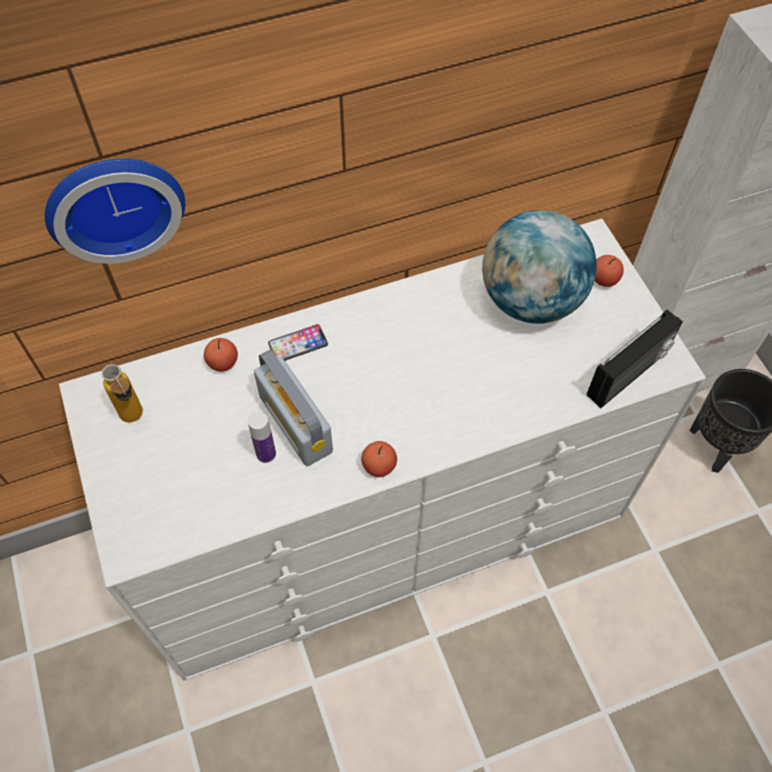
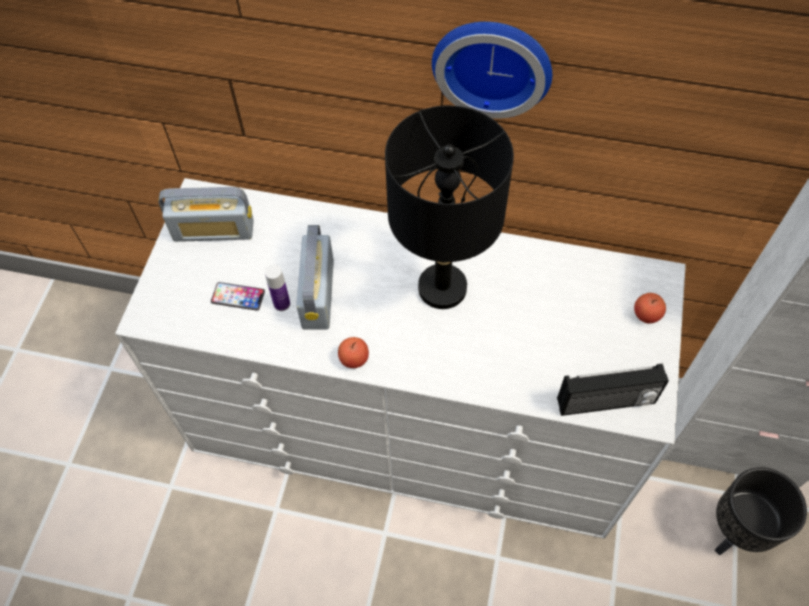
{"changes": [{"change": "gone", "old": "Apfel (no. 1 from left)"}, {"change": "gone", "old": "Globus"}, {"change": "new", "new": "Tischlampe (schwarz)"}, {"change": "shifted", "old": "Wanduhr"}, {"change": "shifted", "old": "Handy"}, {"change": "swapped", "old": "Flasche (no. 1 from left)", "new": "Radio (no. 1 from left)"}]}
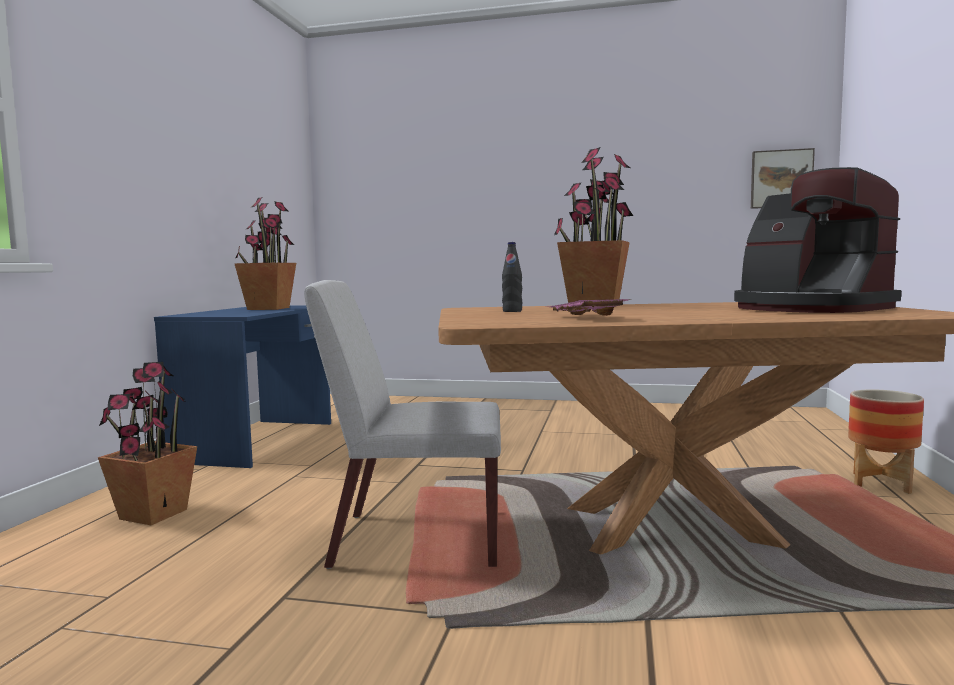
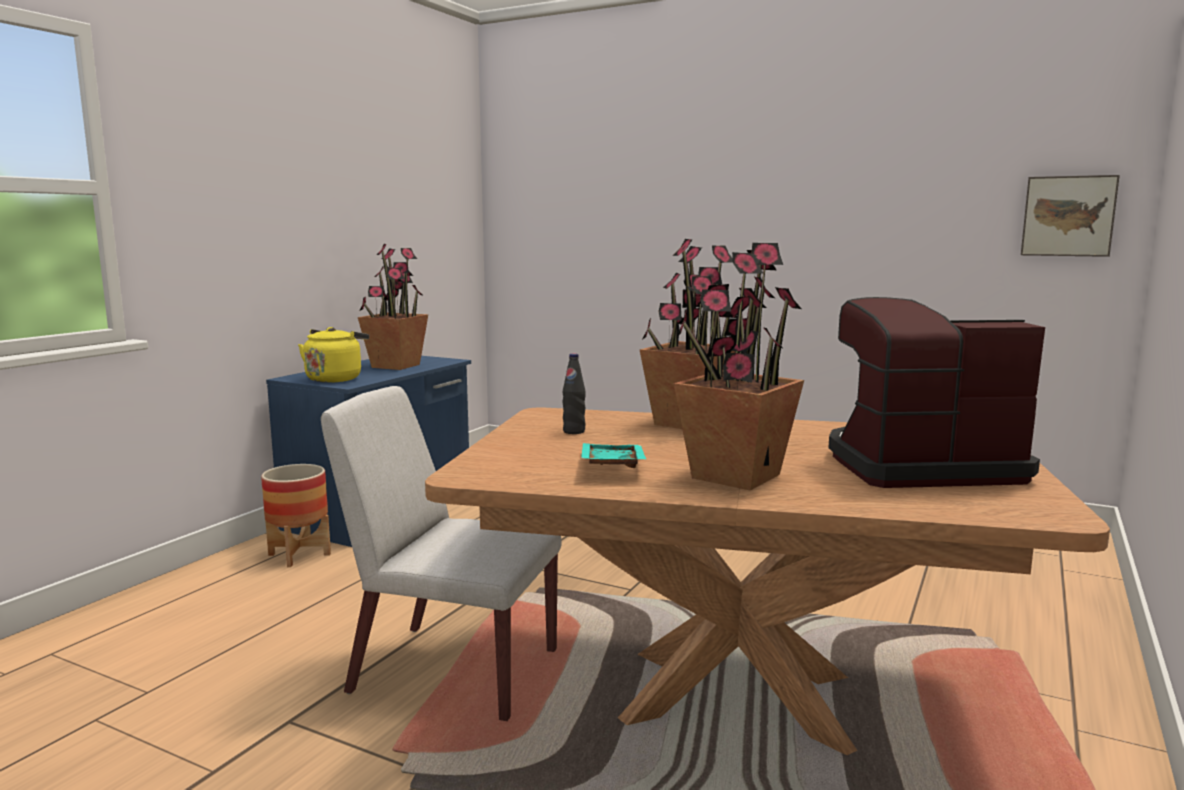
{"changes": [{"change": "new", "new": "Wasserkessel (gelb)"}, {"change": "shifted", "old": "Topfpflanze (no. 1 from left in the first image)", "new": "Topfpflanze (no. 3 from left)"}, {"change": "shifted", "old": "Pflanzkübel"}, {"change": "repainted", "old": "Tablett (rosa)", "new": "Tablett (türkis)"}, {"change": "rotated", "old": "Kaffeemaschine", "degrees": 105}]}
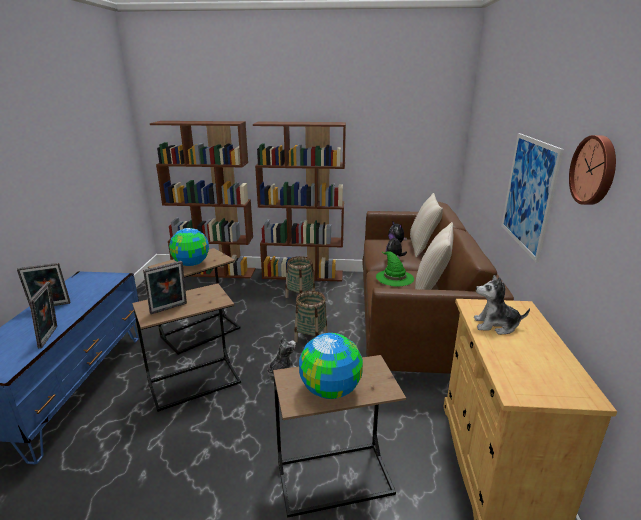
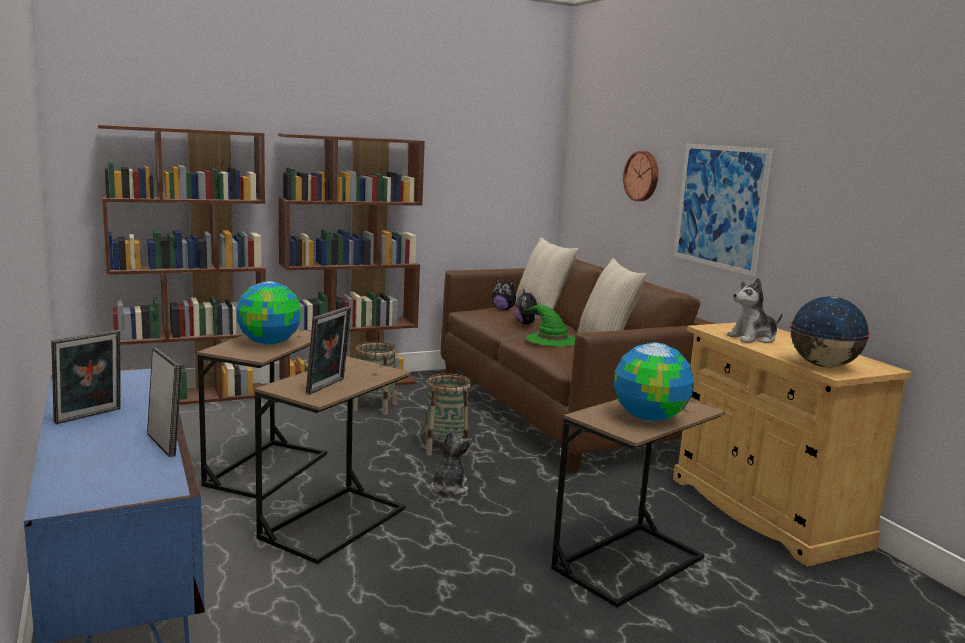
{"changes": [{"change": "new", "new": "Globus (no. 3 from left)"}, {"change": "shifted", "old": "Wanduhr"}]}
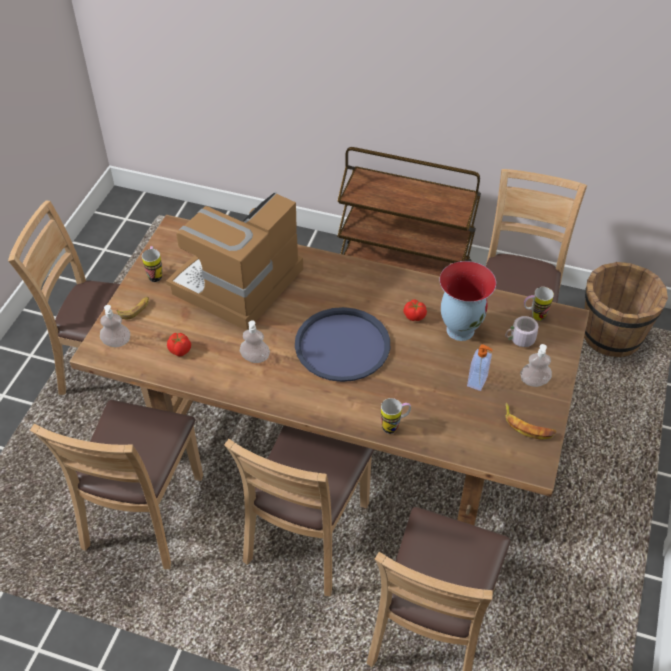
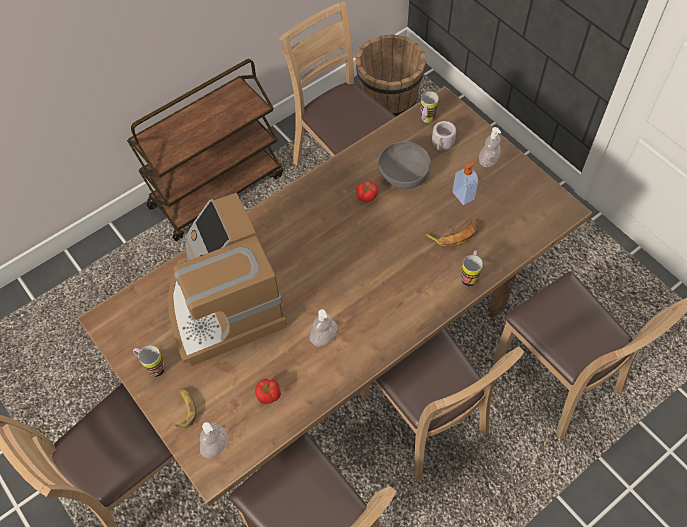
{"changes": [{"change": "gone", "old": "Tablett (blau)"}, {"change": "shifted", "old": "Banane (no. 2 from left)"}, {"change": "swapped", "old": "Vase", "new": "Schüssel (grau)"}]}
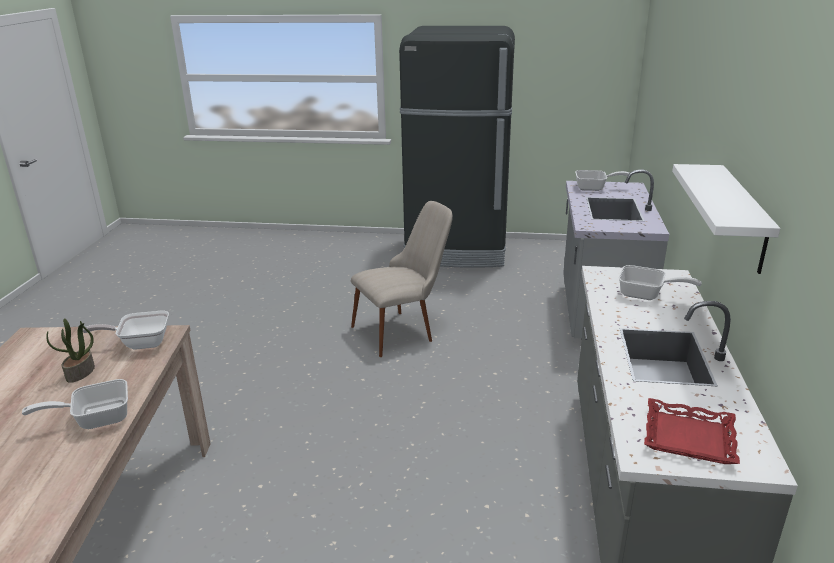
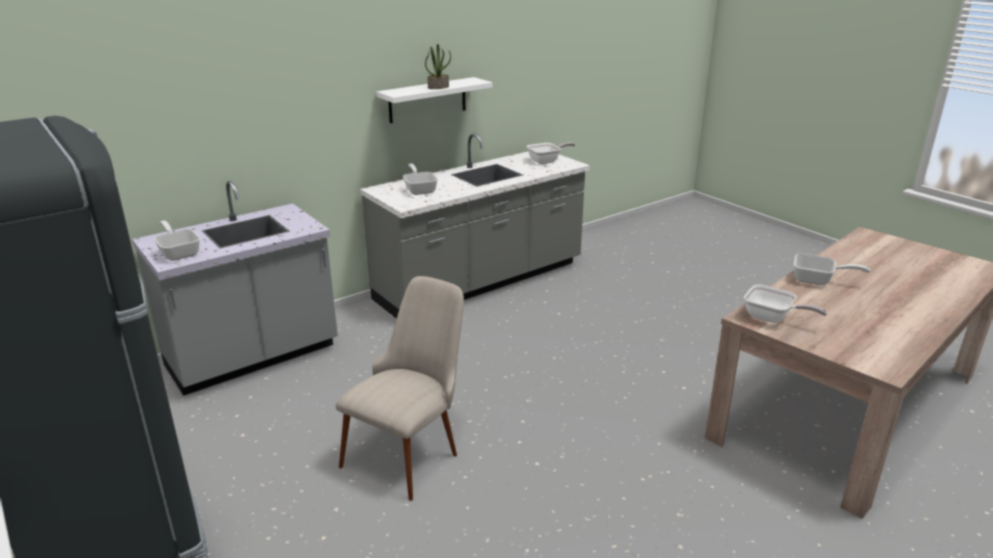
{"changes": [{"change": "shifted", "old": "Topfpflanze"}, {"change": "swapped", "old": "Tablett (rot)", "new": "Pfanne (no. 3 from left)"}, {"change": "rotated", "old": "Stuhl (beige)", "degrees": 105}]}
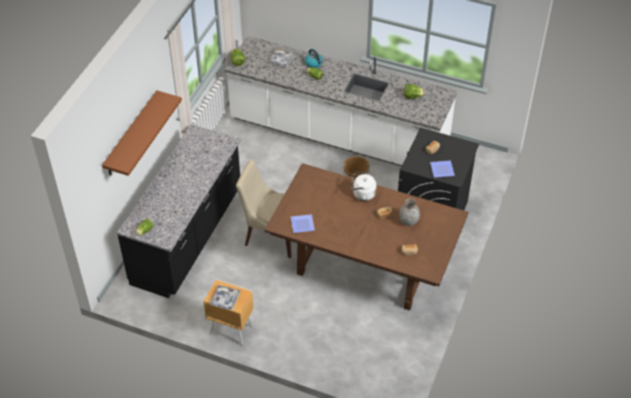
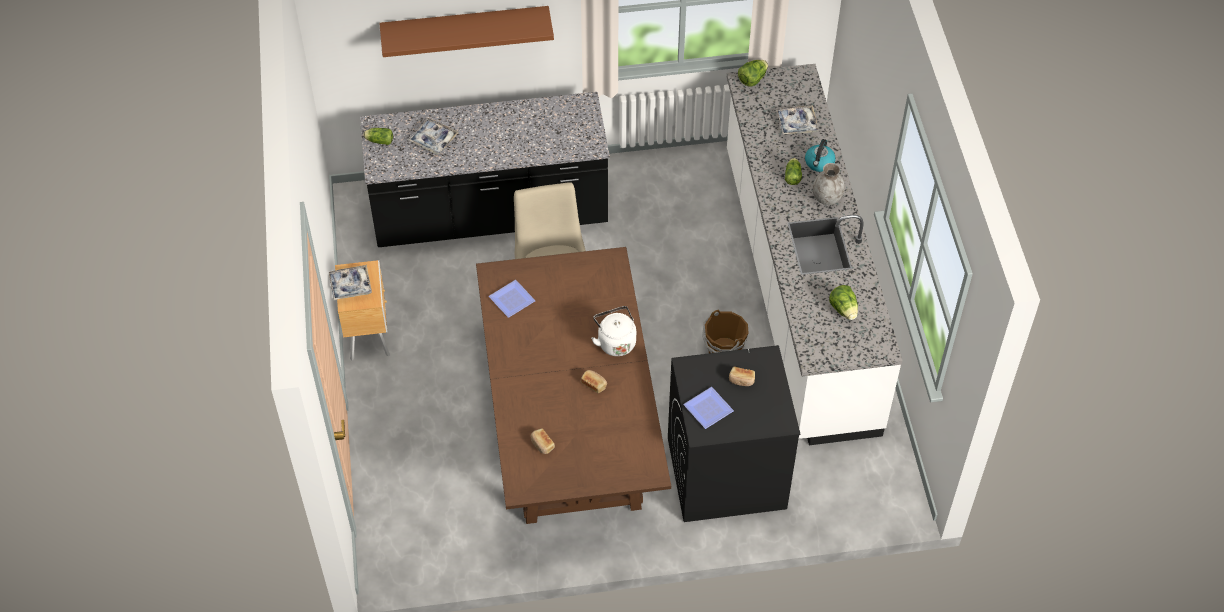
{"changes": [{"change": "new", "new": "Tablett (no. 2 from left)"}, {"change": "shifted", "old": "Vase (grau)"}]}
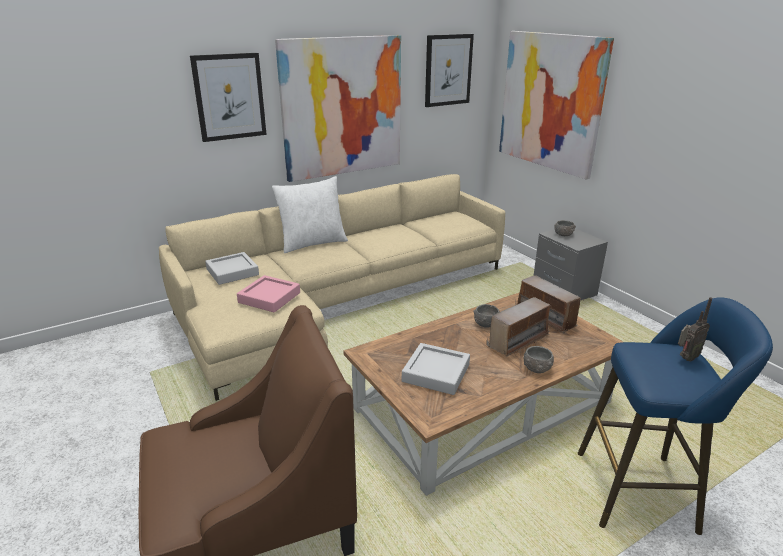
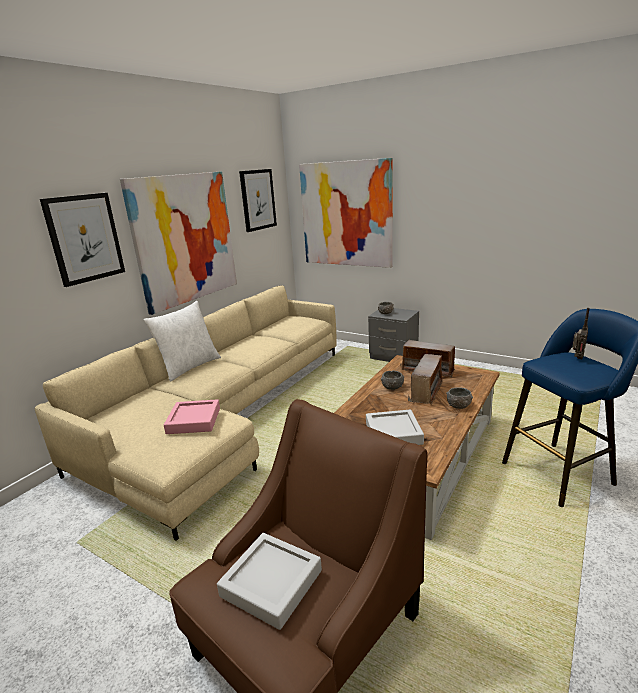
{"changes": [{"change": "shifted", "old": "Tablett (grau) (no. 1 from left)"}]}
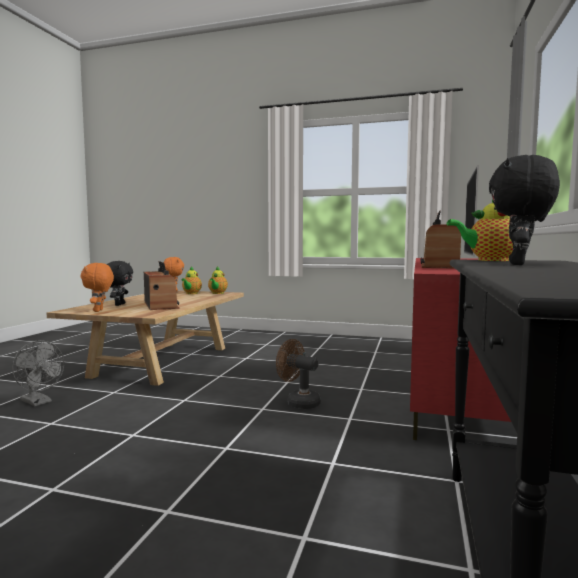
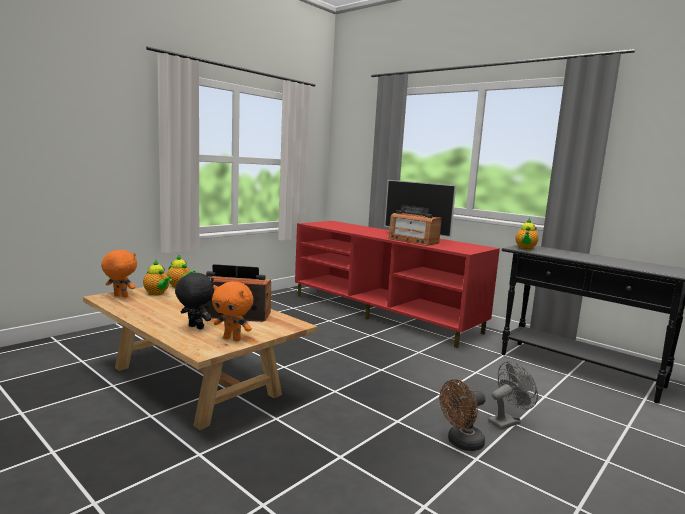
{"changes": [{"change": "gone", "old": "Plüschtier (schwarz) (no. 2 from left)"}, {"change": "shifted", "old": "Ventilator (grau)"}, {"change": "shifted", "old": "Ventilator (braun)"}]}
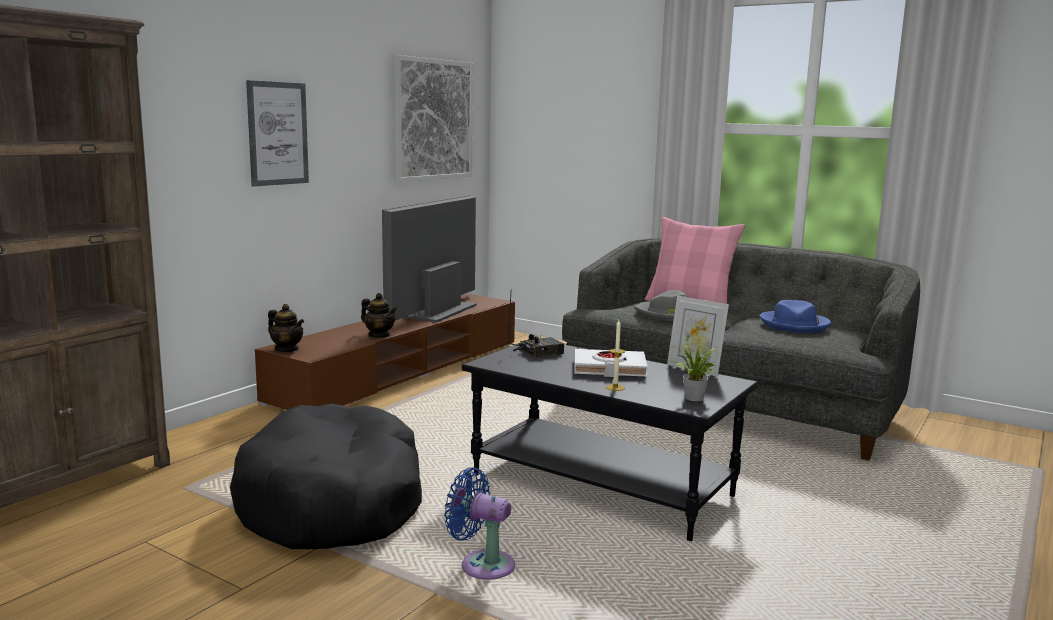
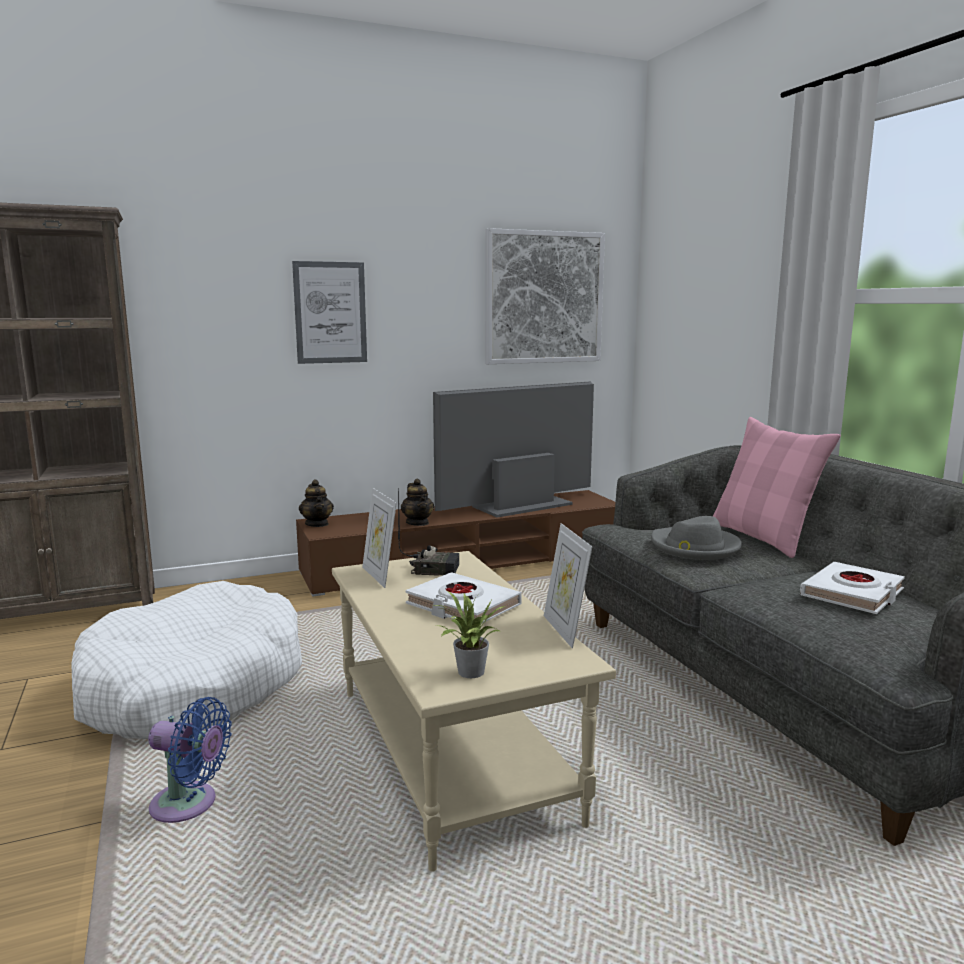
{"changes": [{"change": "gone", "old": "Kerze"}, {"change": "new", "new": "Bilderrahmen (no. 1 from left)"}, {"change": "swapped", "old": "Hut (blau)", "new": "Buch (weiß) (no. 2 from left)"}, {"change": "repainted", "old": "Hundebett (schwarz)", "new": "Hundebett (weiß)"}, {"change": "repainted", "old": "Couchtisch (schwarz)", "new": "Couchtisch (beige)"}, {"change": "rotated", "old": "Ventilator (blau)", "degrees": 135}]}
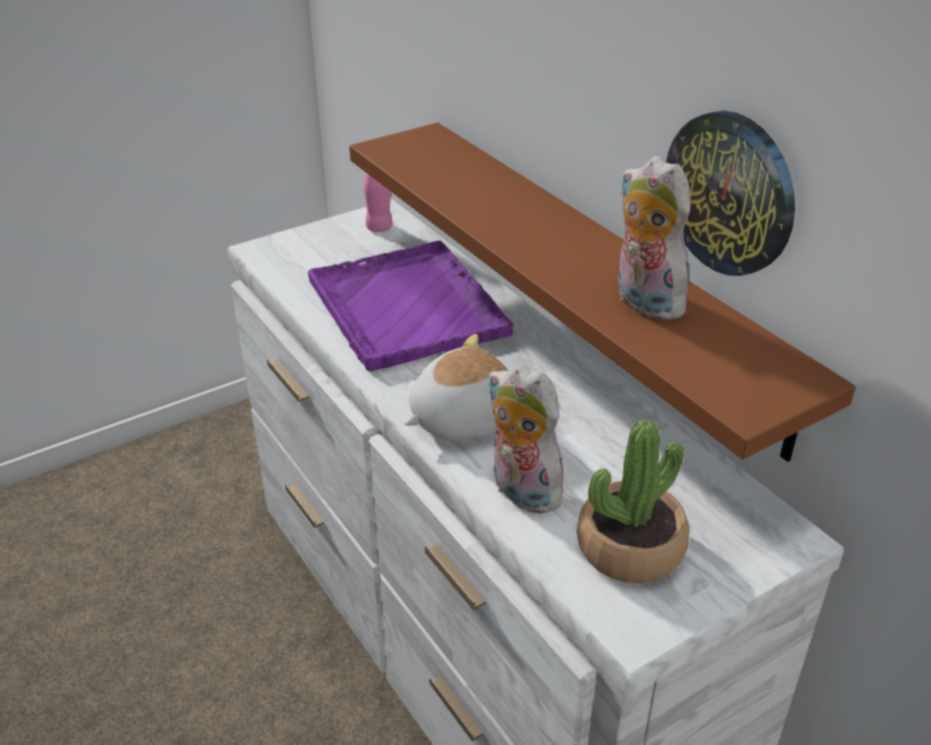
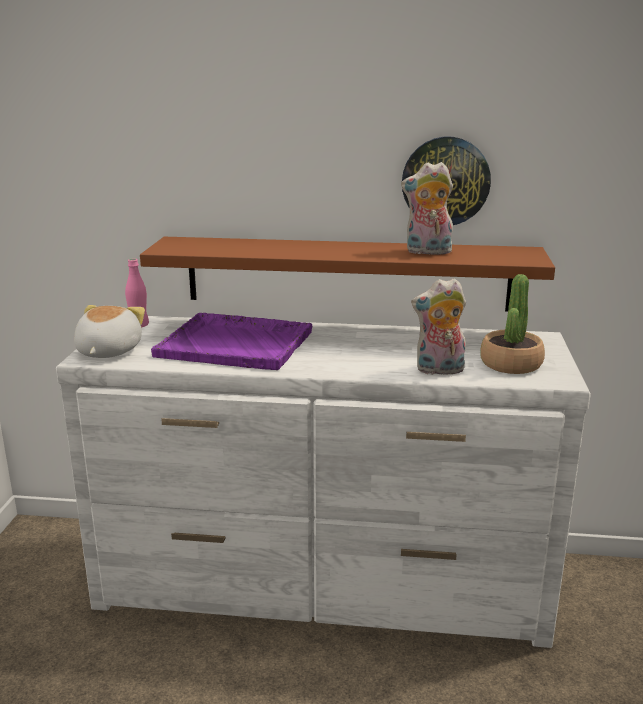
{"changes": [{"change": "shifted", "old": "Plüschtier (no. 1 from left)"}]}
